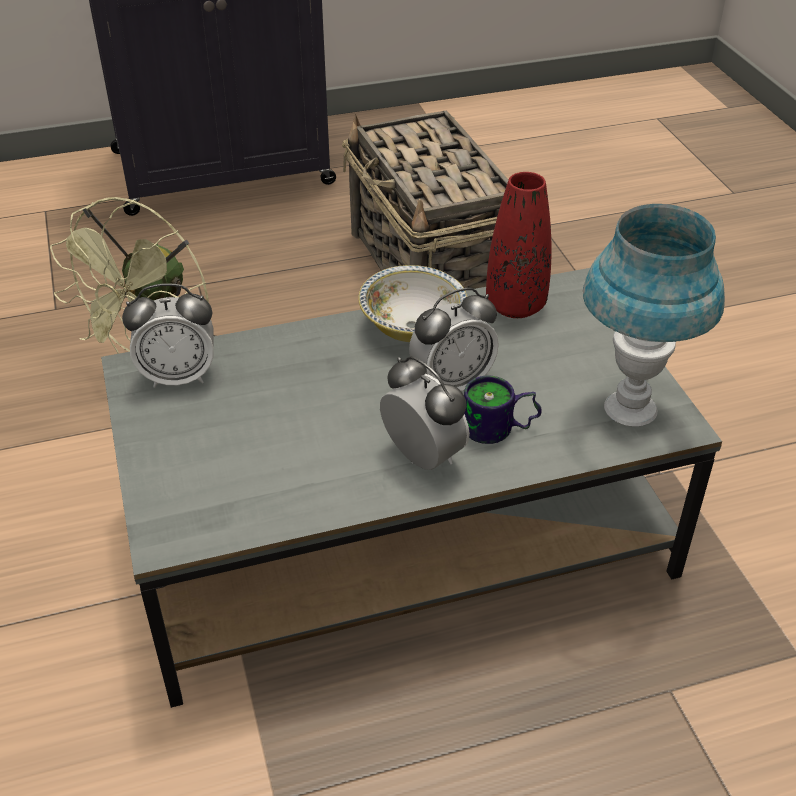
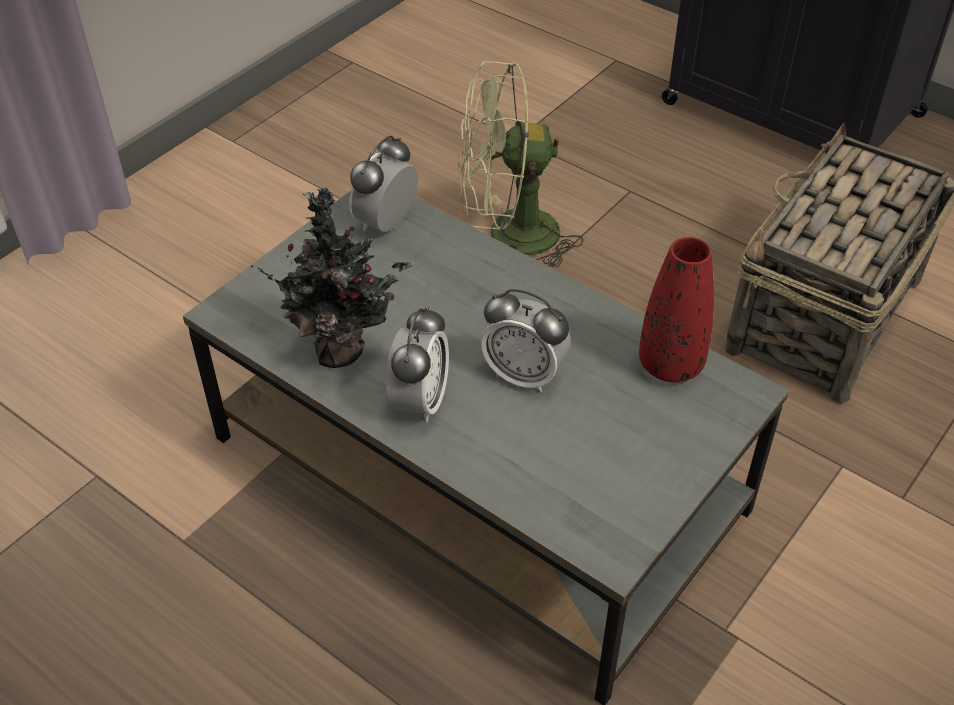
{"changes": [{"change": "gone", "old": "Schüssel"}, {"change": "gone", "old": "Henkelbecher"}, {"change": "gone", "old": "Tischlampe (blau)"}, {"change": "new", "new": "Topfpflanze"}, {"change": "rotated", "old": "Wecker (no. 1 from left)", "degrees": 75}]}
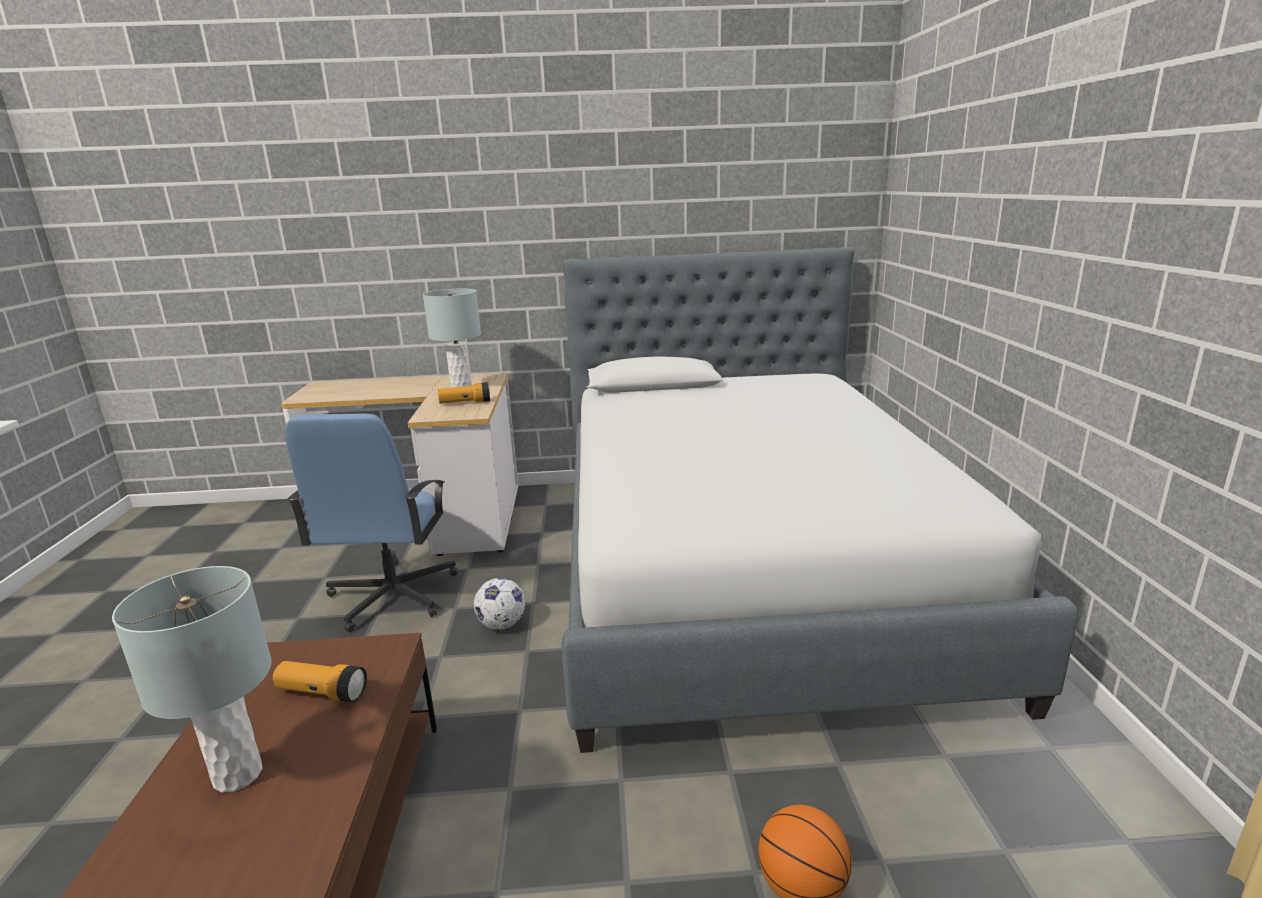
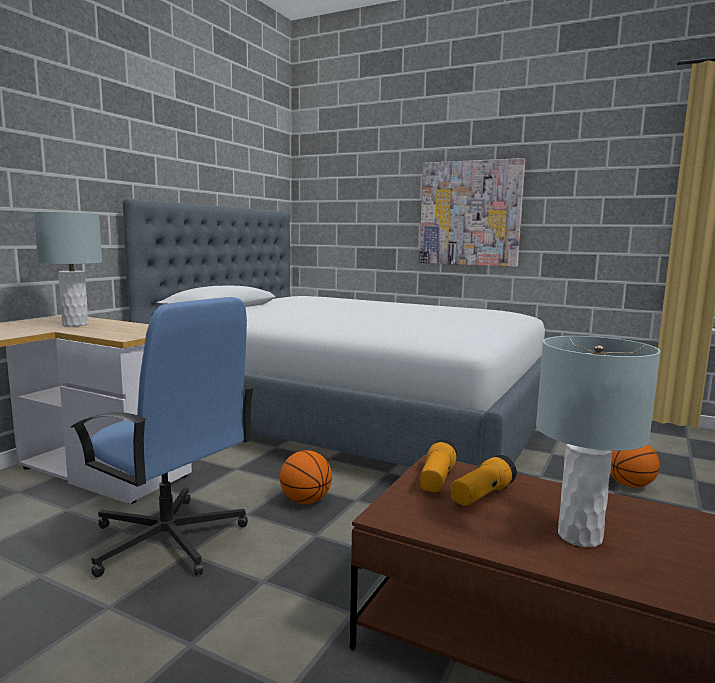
{"changes": [{"change": "new", "new": "Bild"}, {"change": "shifted", "old": "Taschenlampe (no. 2 from left in the first image)", "new": "Taschenlampe (no. 1 from left)"}, {"change": "swapped", "old": "Fußball", "new": "Basketball (no. 1 from left)"}]}
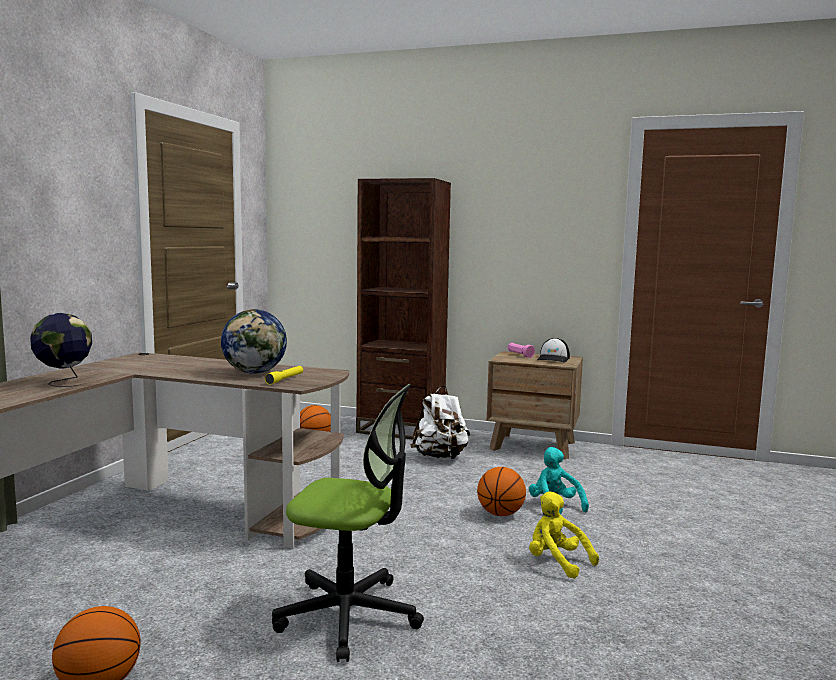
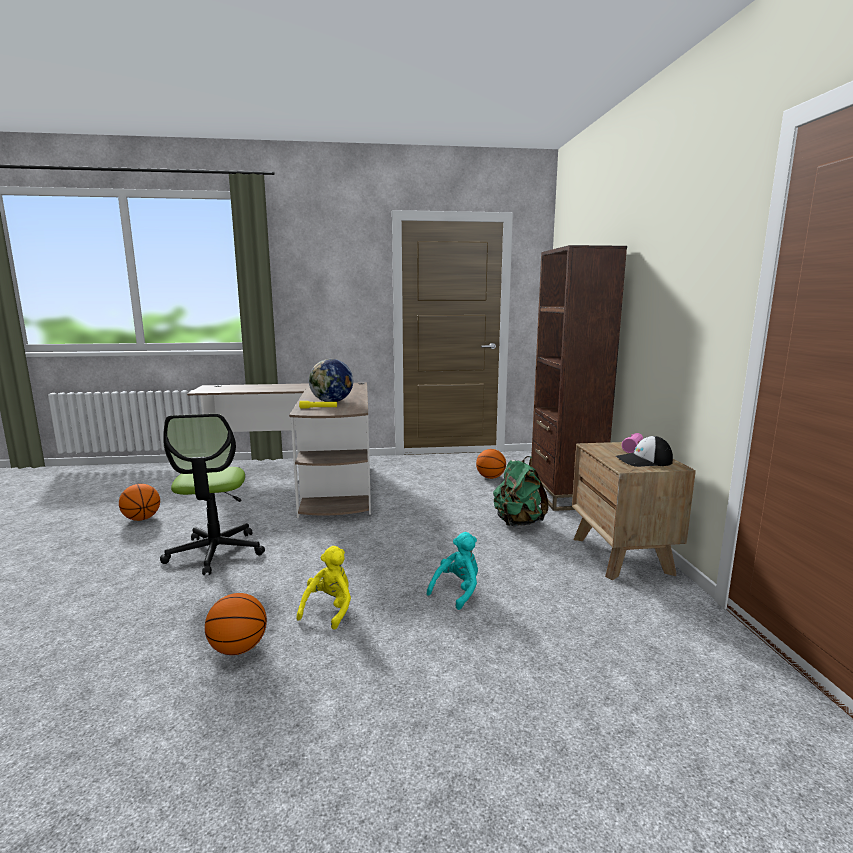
{"changes": [{"change": "gone", "old": "Globus (no. 1 from left)"}, {"change": "shifted", "old": "Basketball (no. 3 from left in the first image)", "new": "Basketball (no. 2 from left)"}, {"change": "repainted", "old": "Rucksack (weiß)", "new": "Rucksack (grün)"}]}
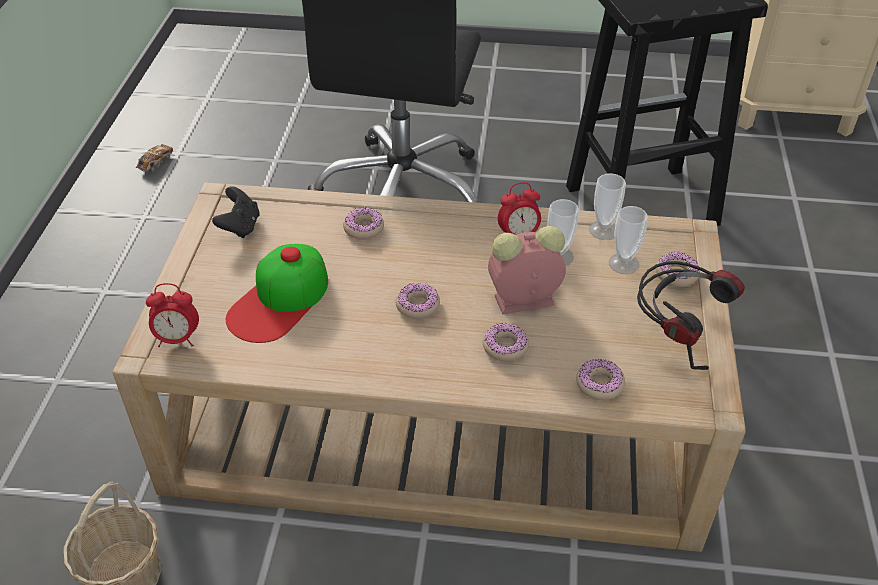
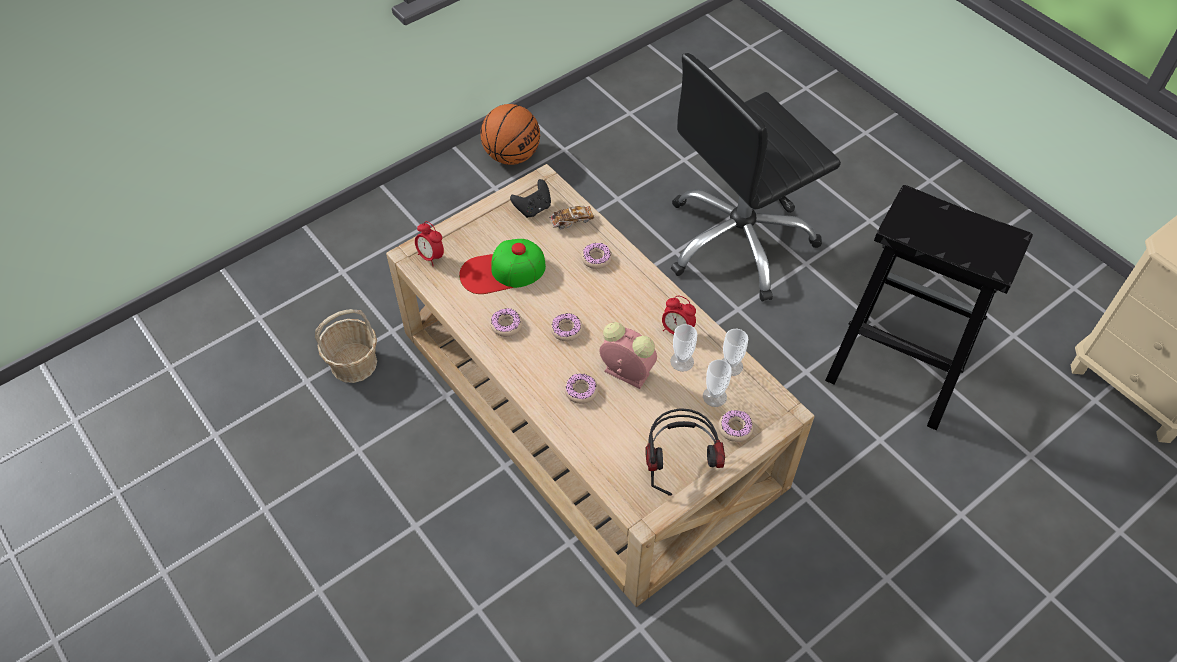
{"changes": [{"change": "new", "new": "Basketball"}, {"change": "shifted", "old": "Spielzeugauto"}, {"change": "shifted", "old": "Donut (no. 4 from left in the first image)", "new": "Donut (no. 1 from left)"}]}
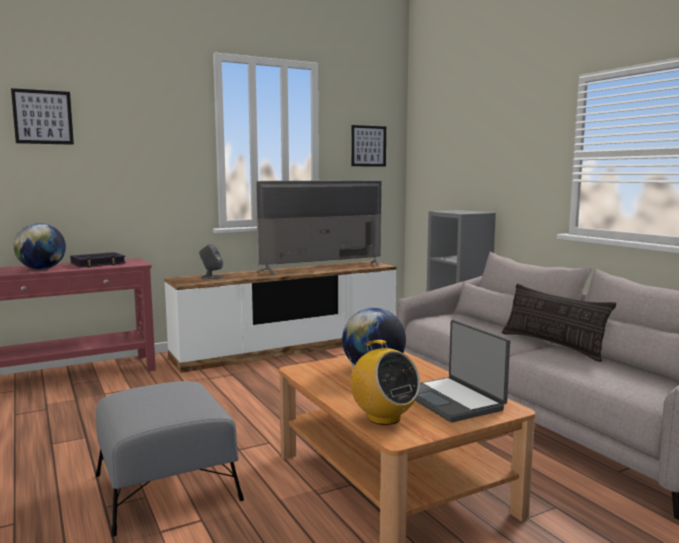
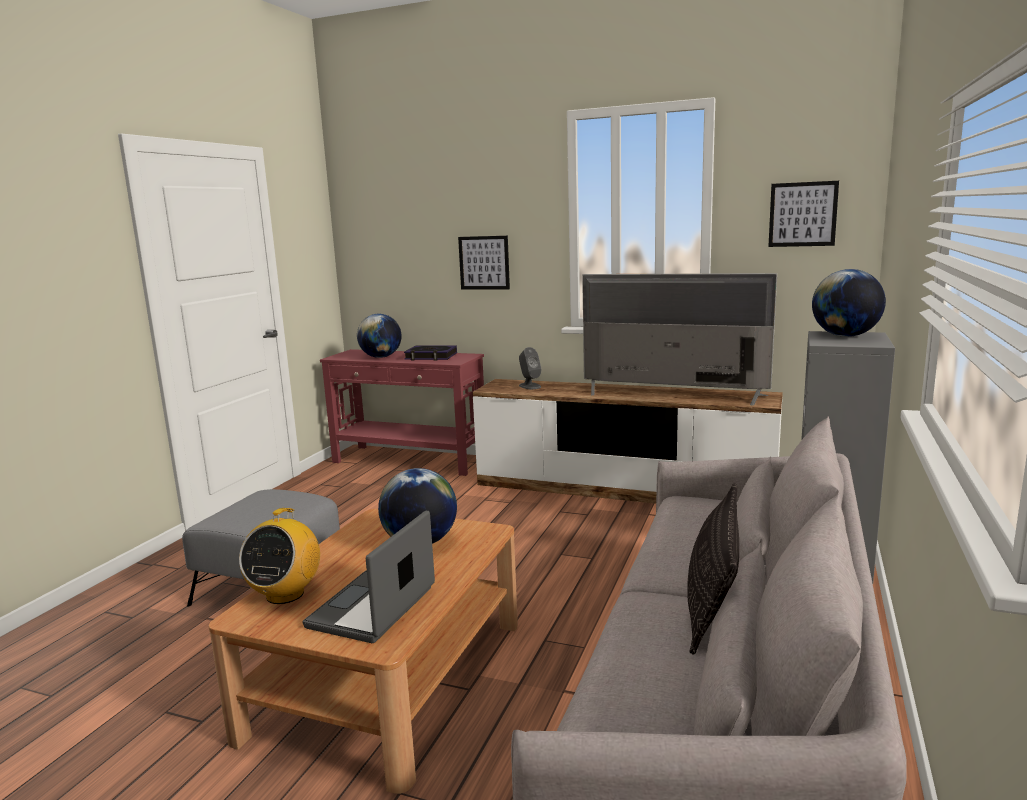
{"changes": [{"change": "new", "new": "Globus (no. 3 from left)"}, {"change": "shifted", "old": "Bild (no. 1 from left)"}]}
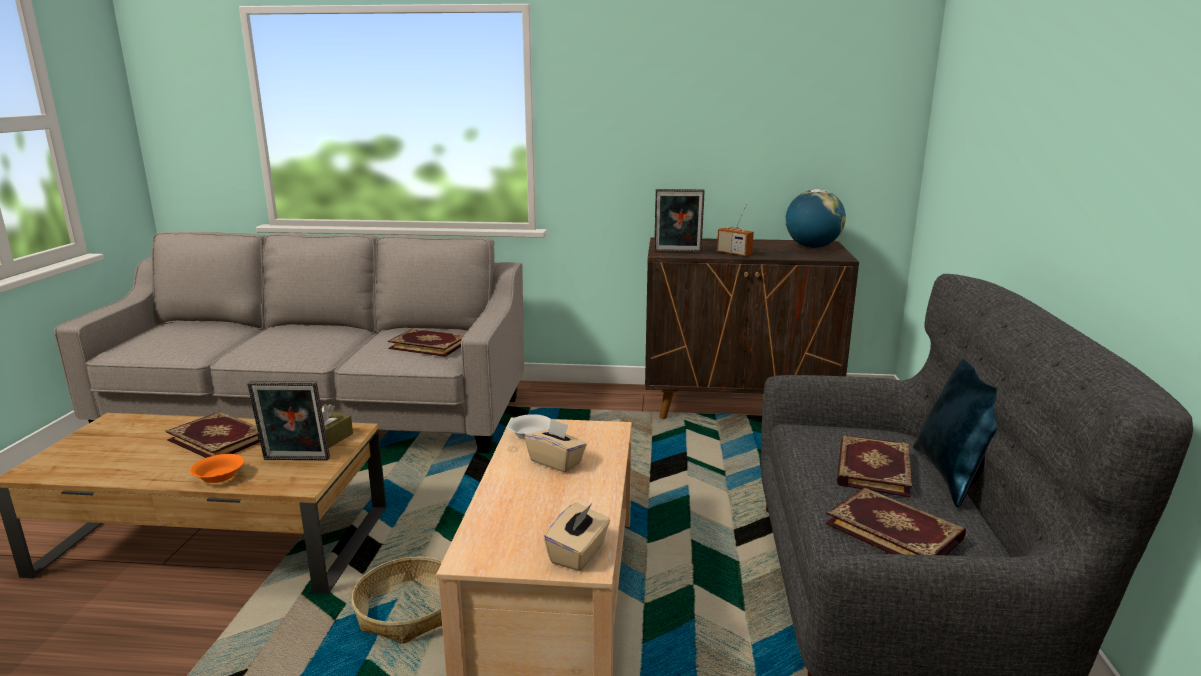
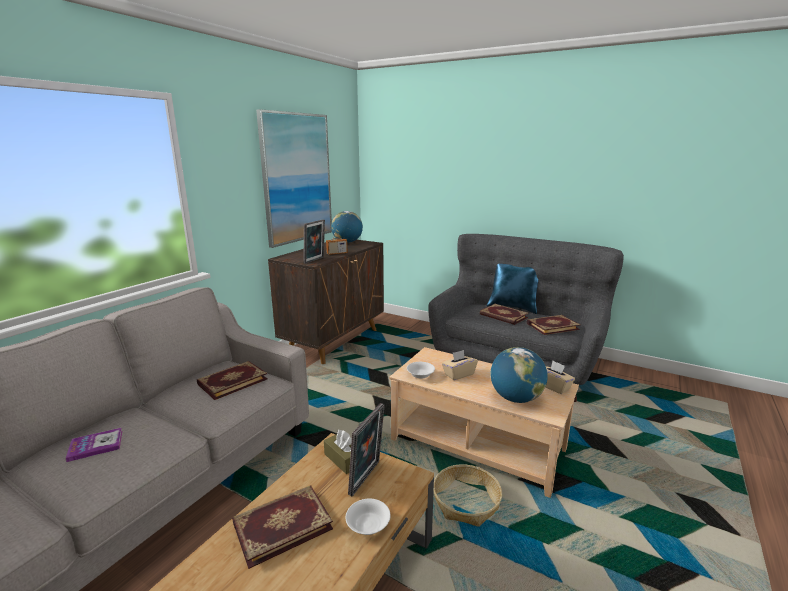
{"changes": [{"change": "new", "new": "Buch (no. 1 from left)"}, {"change": "new", "new": "Bild"}, {"change": "new", "new": "Globus (no. 2 from left)"}, {"change": "repainted", "old": "Schüssel (orange)", "new": "Schüssel (weiß) (no. 1 from left)"}]}
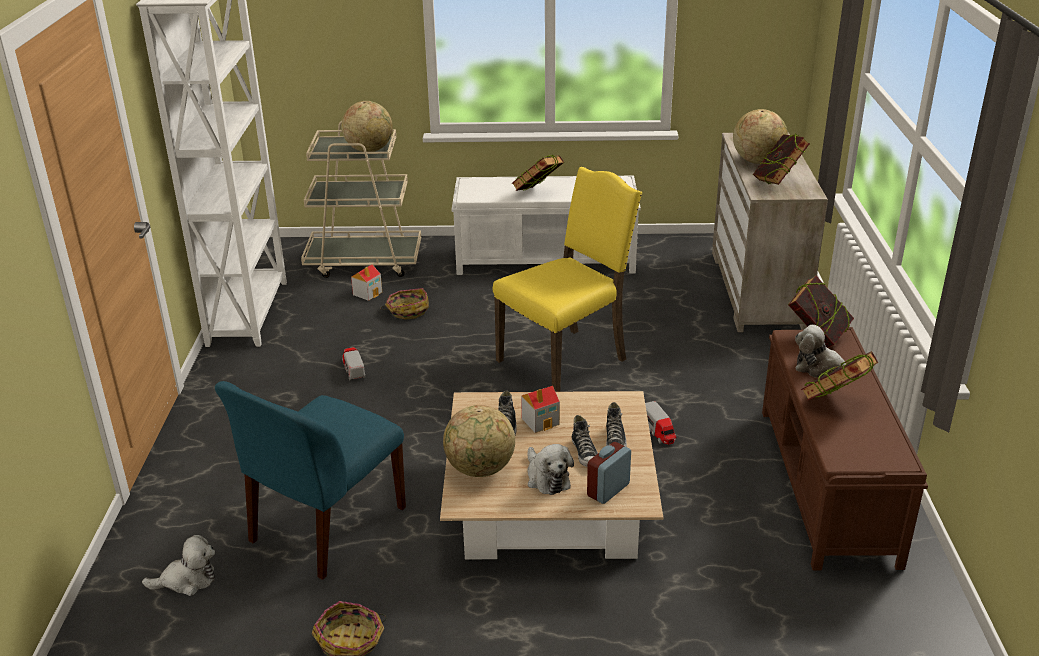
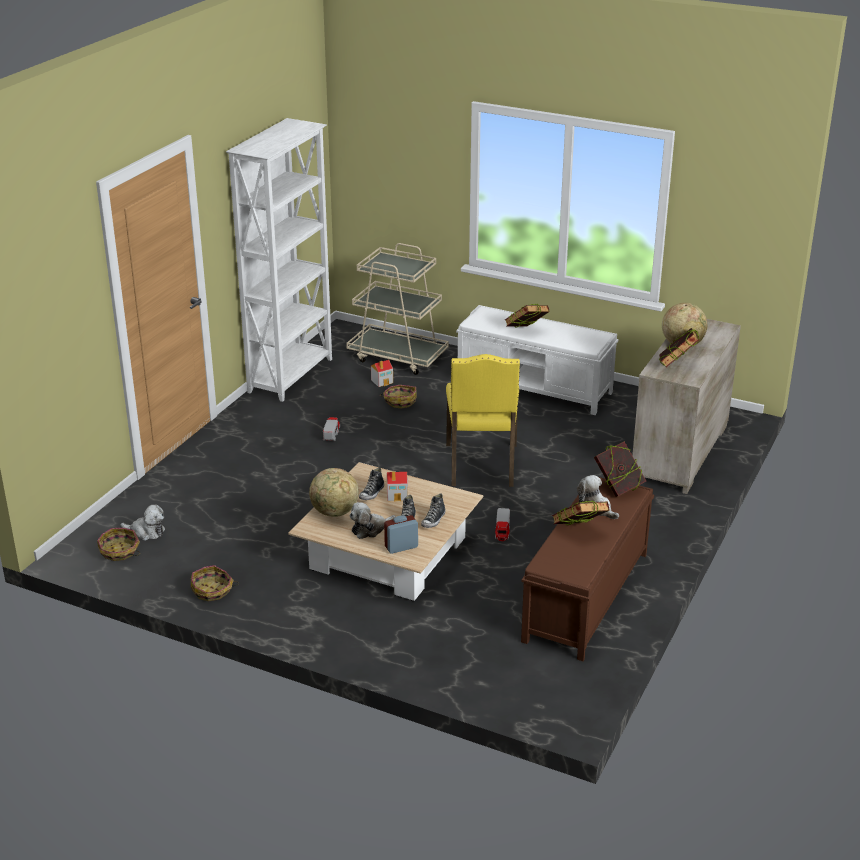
{"changes": [{"change": "gone", "old": "Stuhl (blau)"}, {"change": "gone", "old": "Globus (no. 1 from left)"}, {"change": "new", "new": "Korb (no. 1 from left)"}, {"change": "rotated", "old": "Stuhl (gelb)", "degrees": 105}, {"change": "rotated", "old": "Plüschtier (no. 2 from left)", "degrees": 60}]}
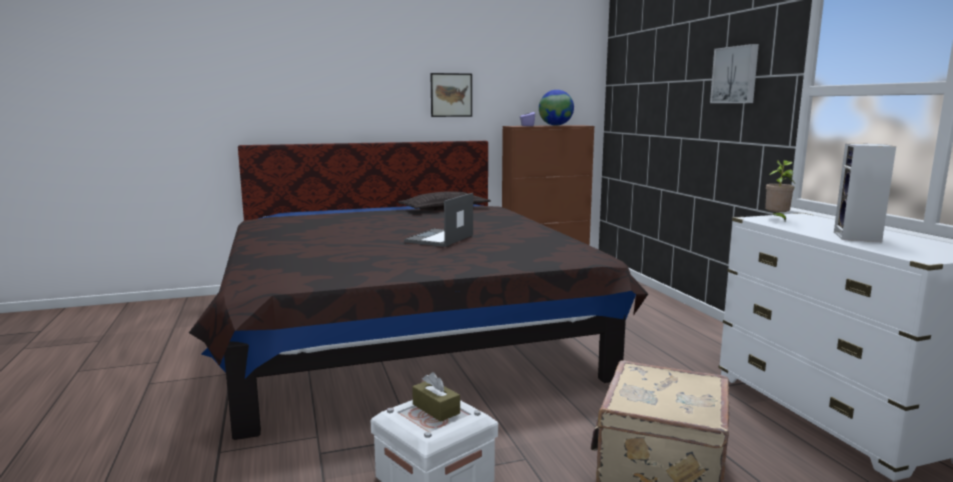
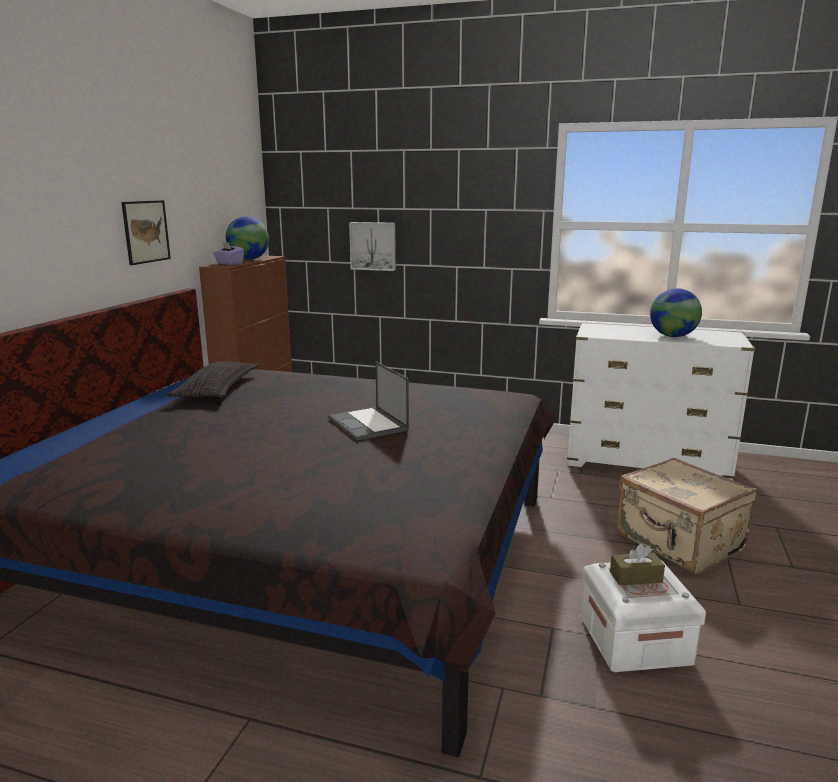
{"changes": [{"change": "gone", "old": "Topfpflanze"}, {"change": "shifted", "old": "Bild (no. 2 from left)"}, {"change": "swapped", "old": "Lautsprecher", "new": "Globus (no. 2 from left)"}]}
